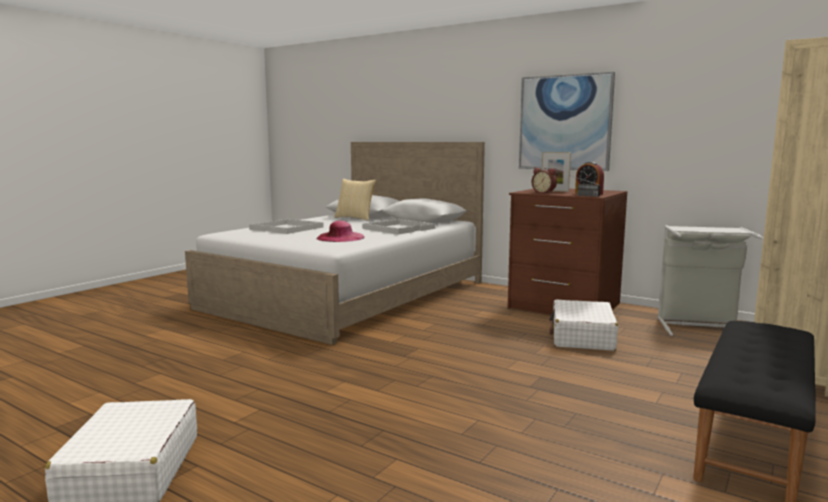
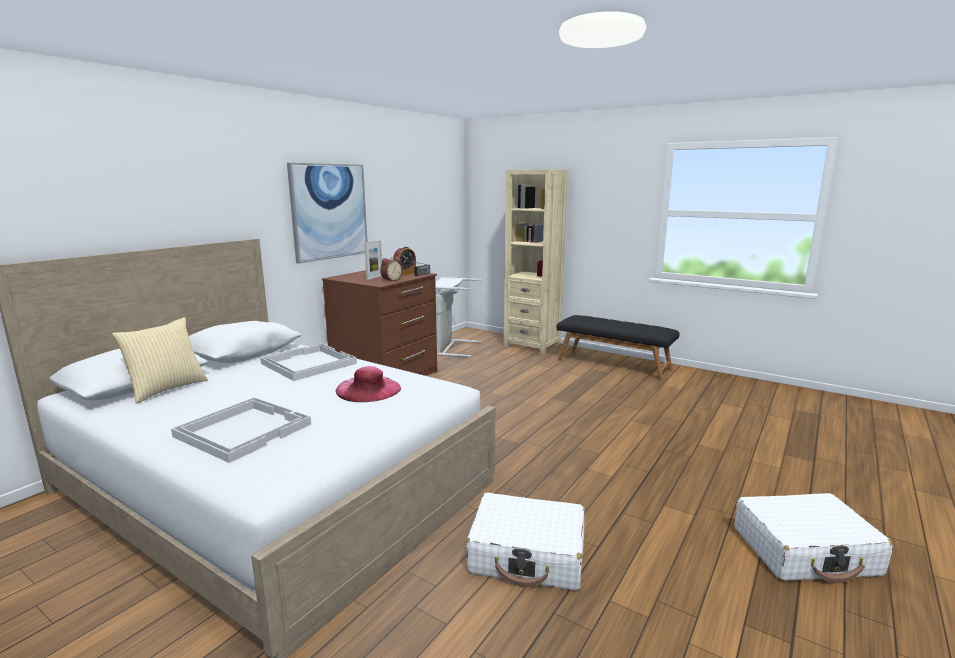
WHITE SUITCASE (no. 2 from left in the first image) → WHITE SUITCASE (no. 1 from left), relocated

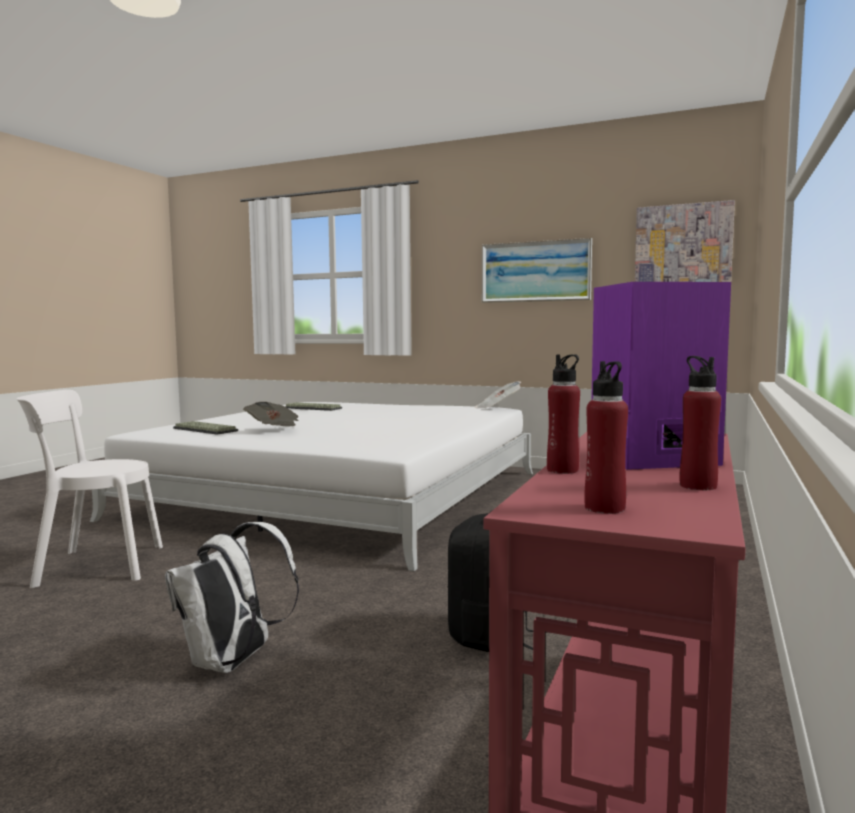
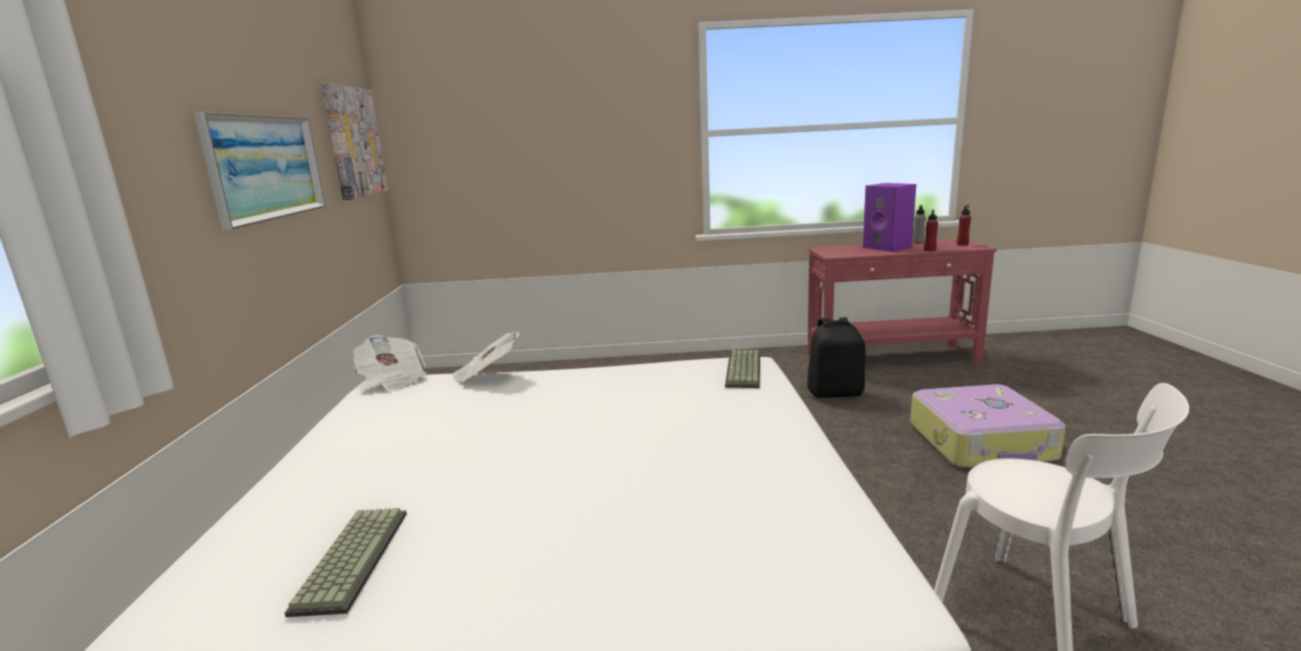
WHITE BACKPACK → SUITCASE
KEYBOARD (no. 1 from left in the first image) → KEYBOARD (no. 2 from left), relocated
NEWSPAPER (no. 1 from left in the first image) → NEWSPAPER (no. 2 from left), relocated
RED BOTTLE (no. 3 from left) → GREY BOTTLE

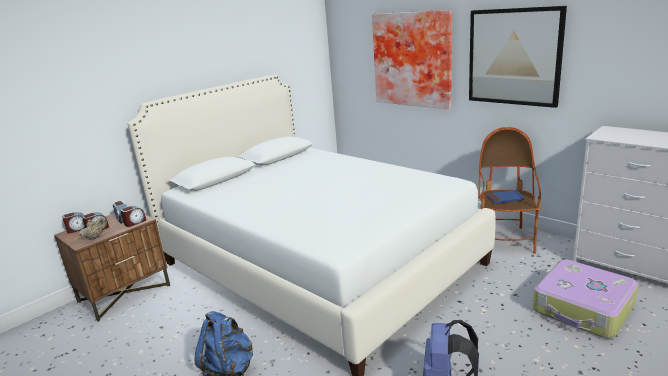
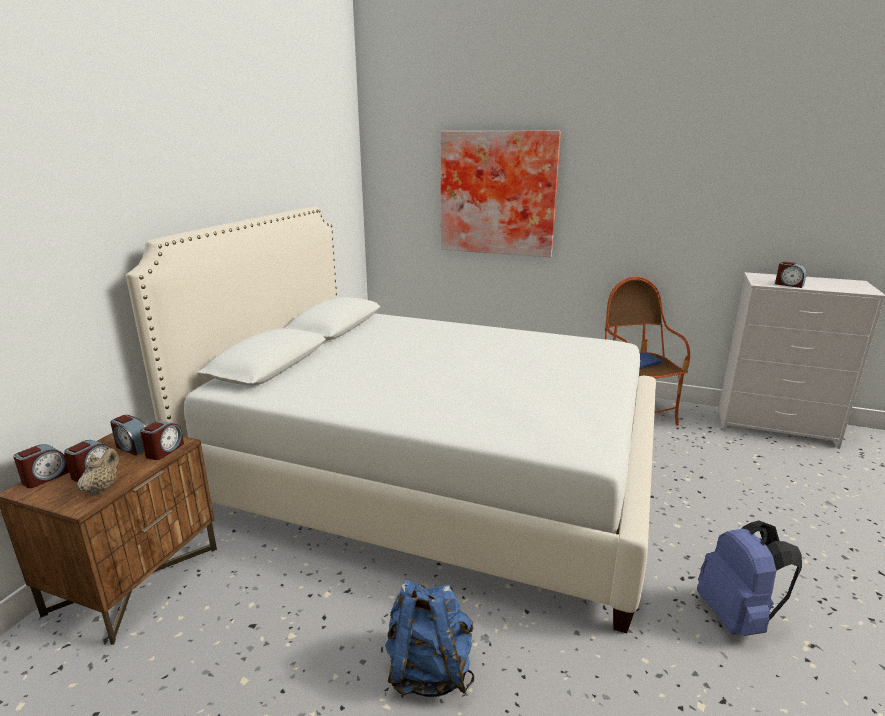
PICTURE (no. 2 from left) → -
SUITCASE → -
- → ALARM CLOCK (no. 5 from left)

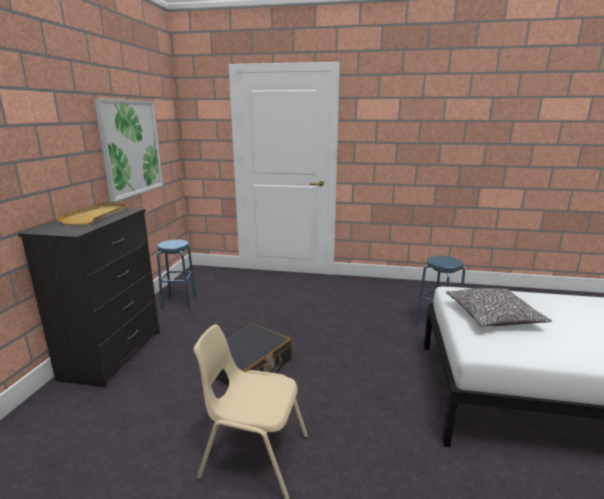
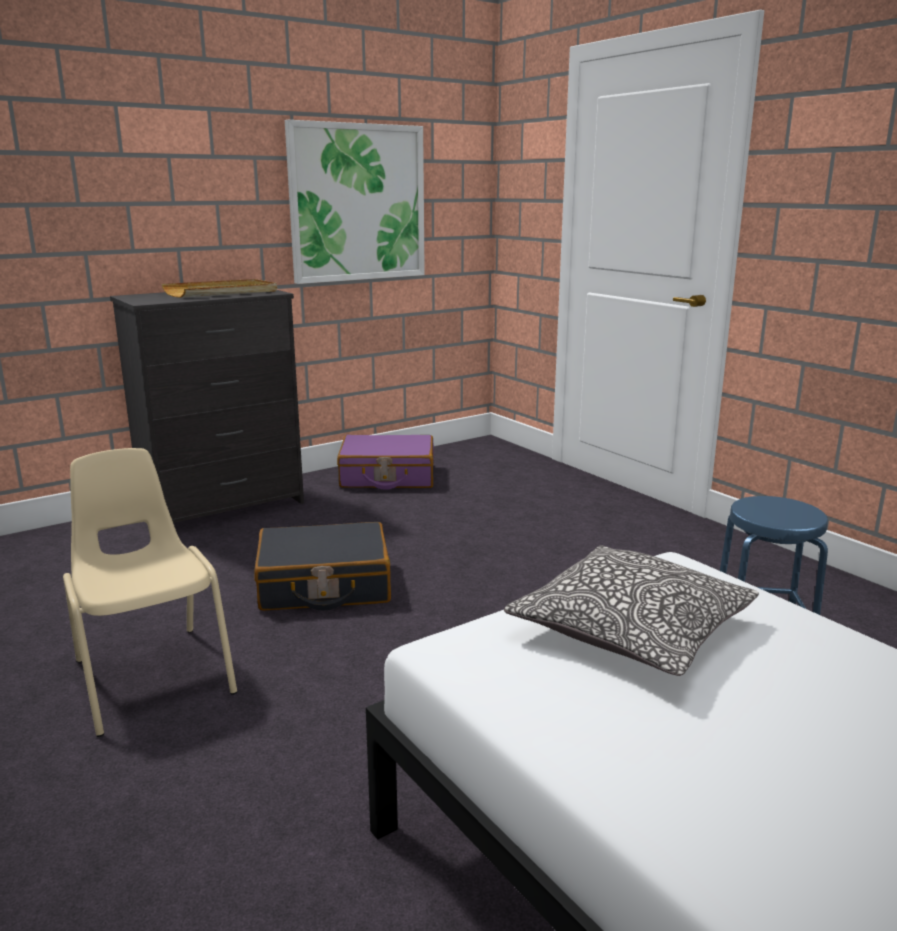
BLUE STOOL (no. 1 from left) → PURPLE SUITCASE

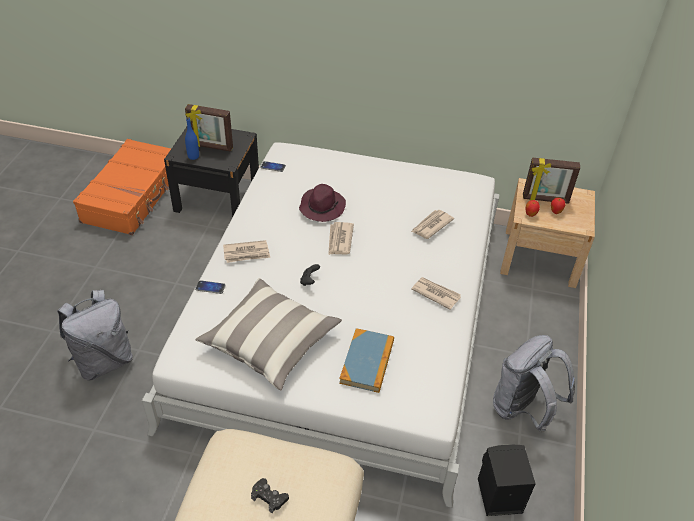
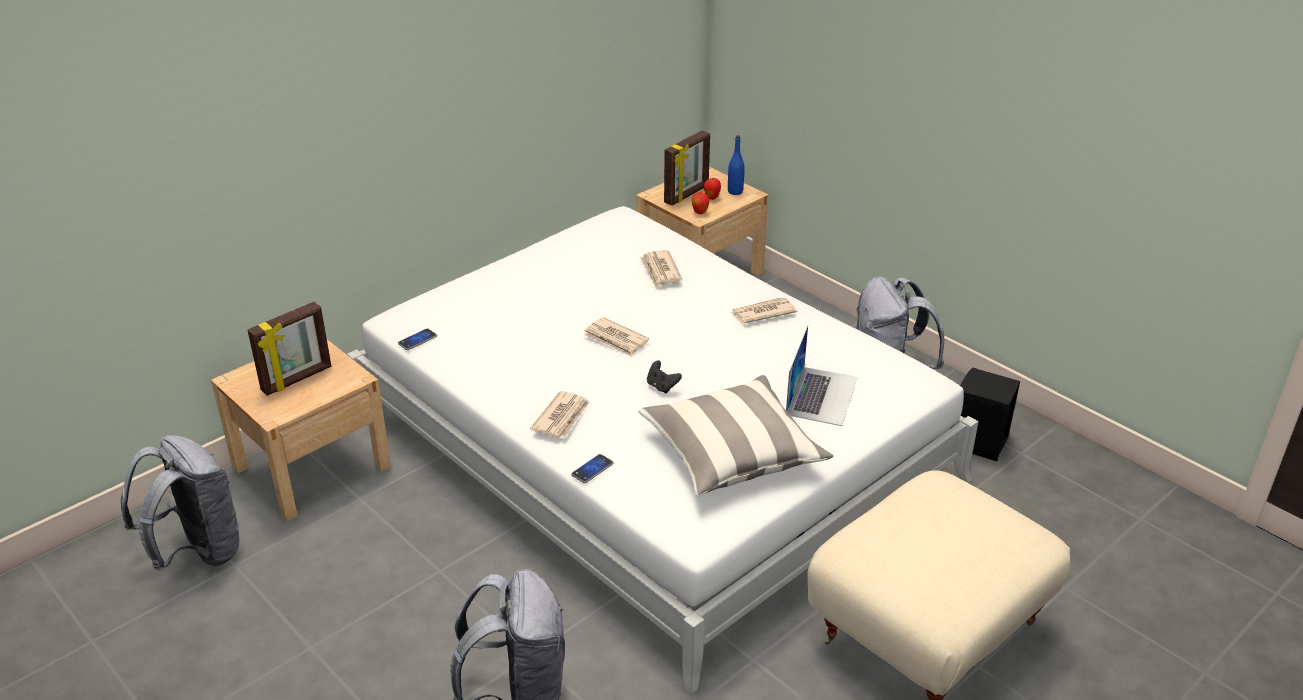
ORANGE SUITCASE → GREY BACKPACK (no. 1 from left)
BLACK NIGHTSTAND → BEIGE NIGHTSTAND (no. 1 from left)
BLUE BOTTLE, relocated
BLACK GAME CONTROLLER (no. 1 from left) → -
PURPLE HAT → -
BOOK → LAPTOP

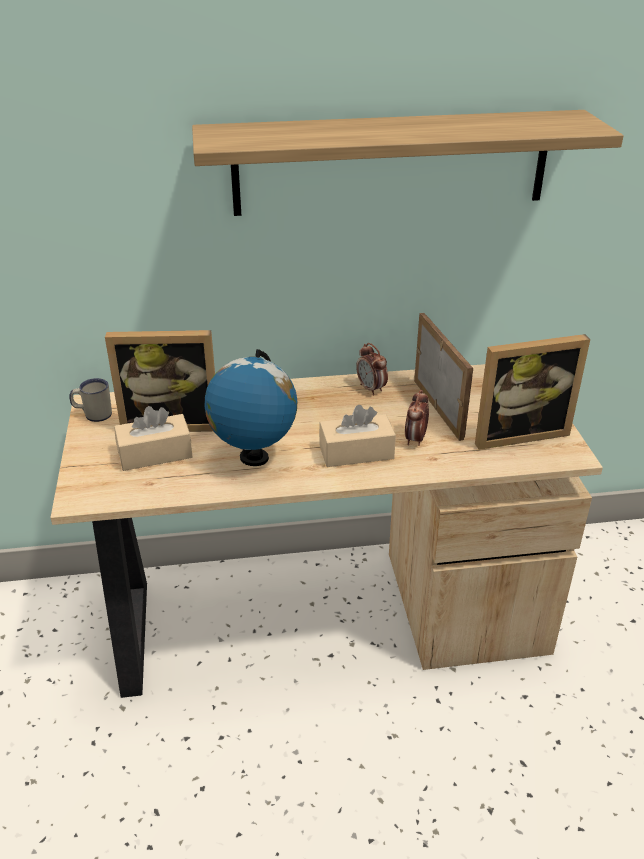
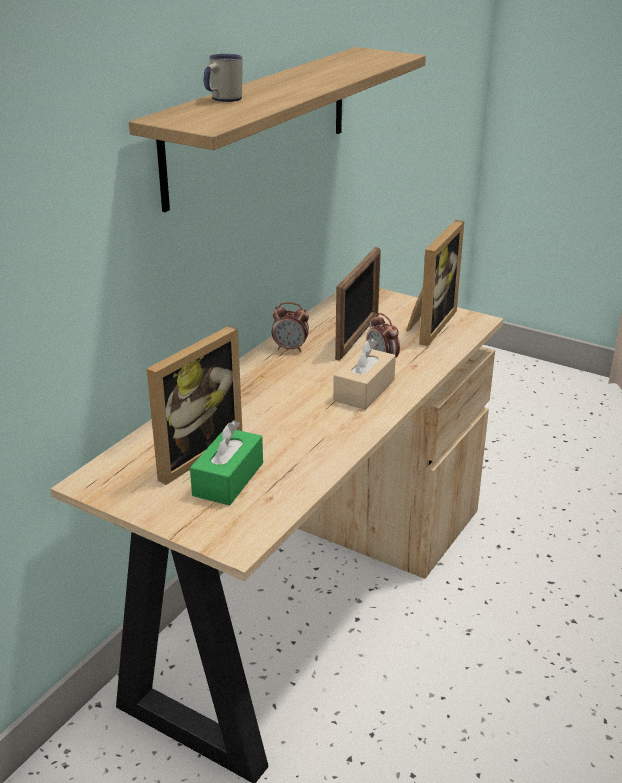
WHITE MUG, relocated
BEIGE TISSUE BOX (no. 1 from left) → GREEN TISSUE BOX
GLOBE → -
PICTURE FRAME (no. 2 from left), 90 degrees clockwise

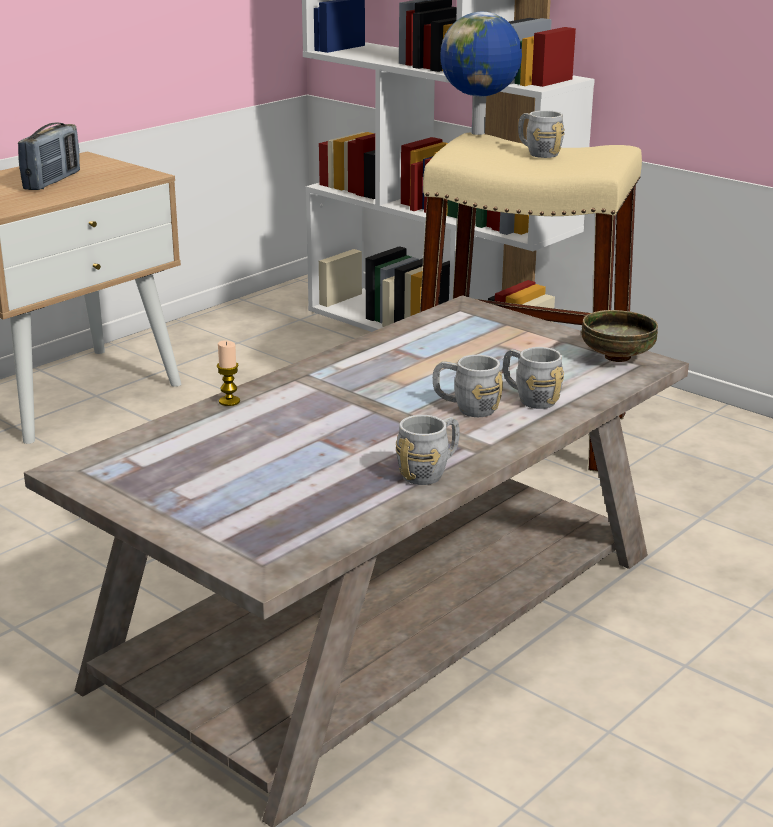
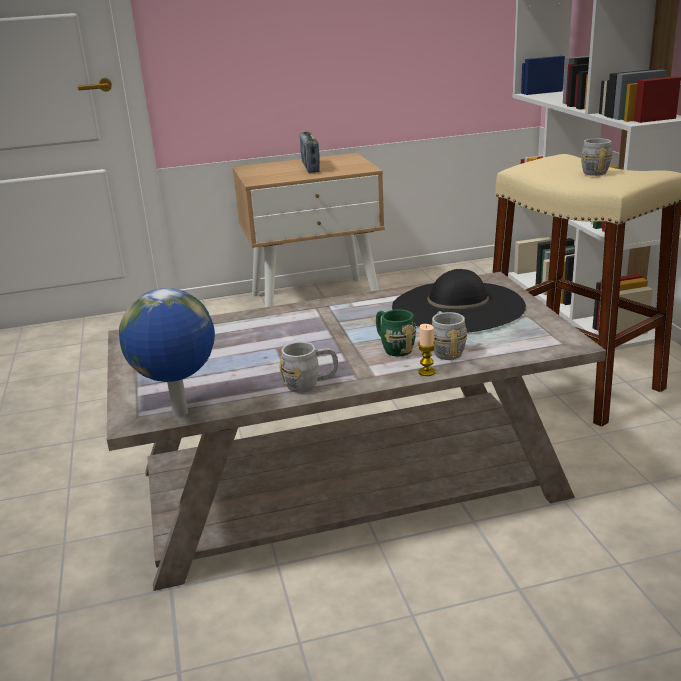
RADIO, 120 degrees clockwise
CANDLE, relocated
GREY MUG (no. 2 from left) → GREEN MUG
GLOBE, relocated
BOWL → -
- → BLACK HAT

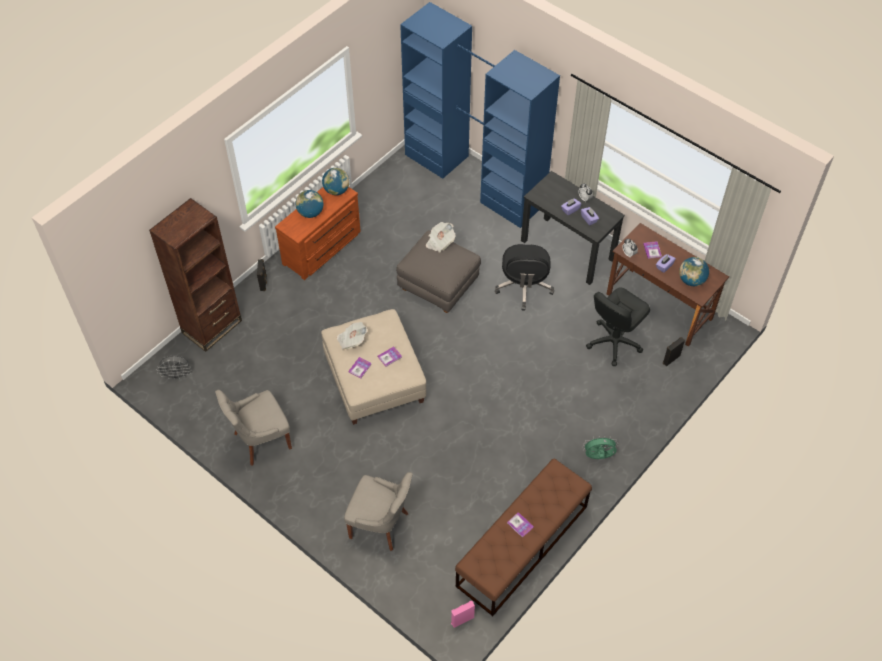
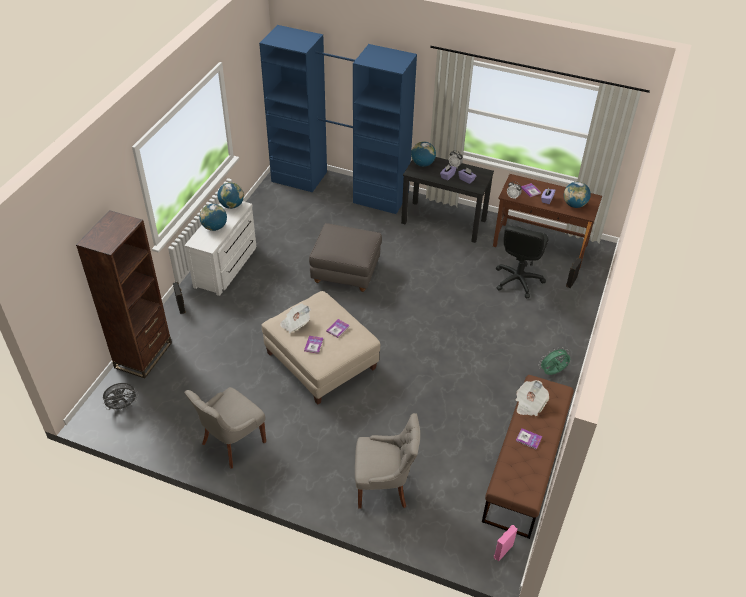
BROWN DRESSER → WHITE DRESSER
NEWSPAPER (no. 2 from left), relocated
BLACK OFFICE CHAIR (no. 1 from left) → -
- → GLOBE (no. 3 from left)

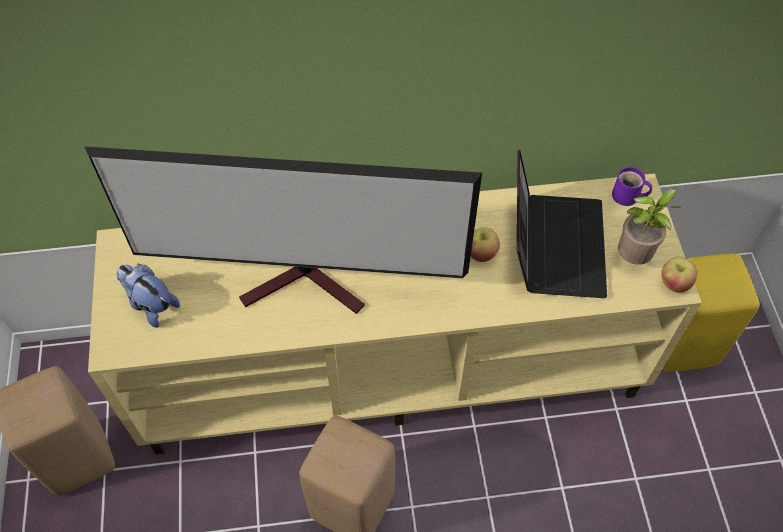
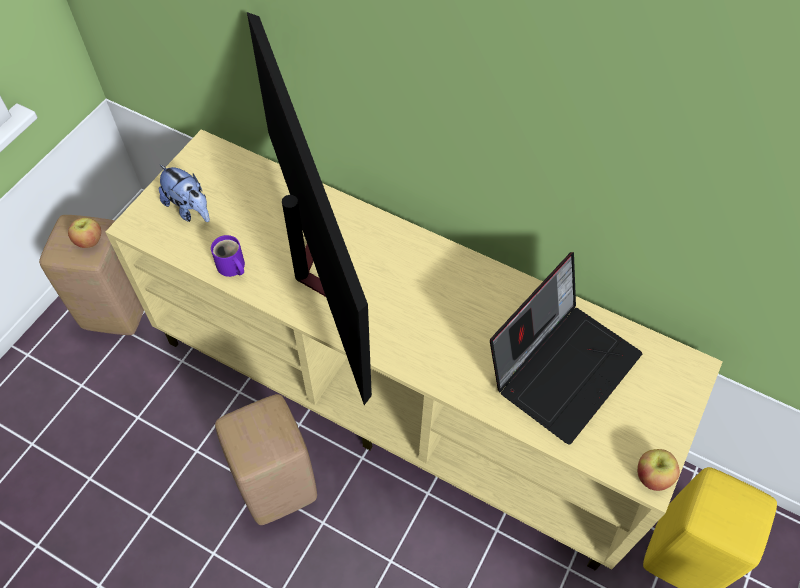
TELEVISION, 150 degrees counterclockwise
PLUSH TOY, 150 degrees clockwise
APPLE (no. 1 from left), relocated
PURPLE MUG, relocated
POTTED PLANT → -

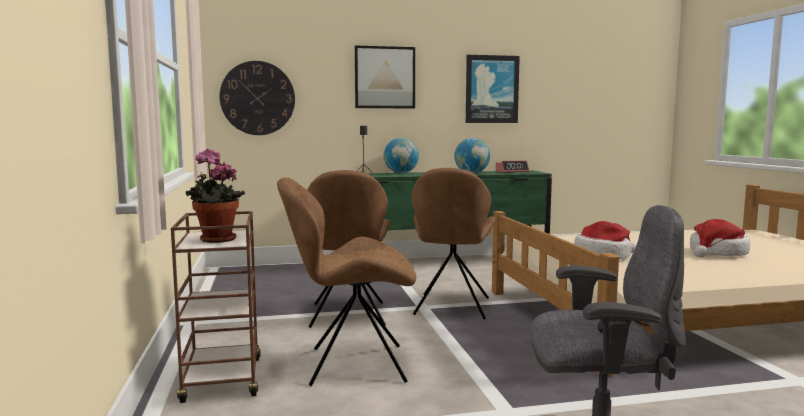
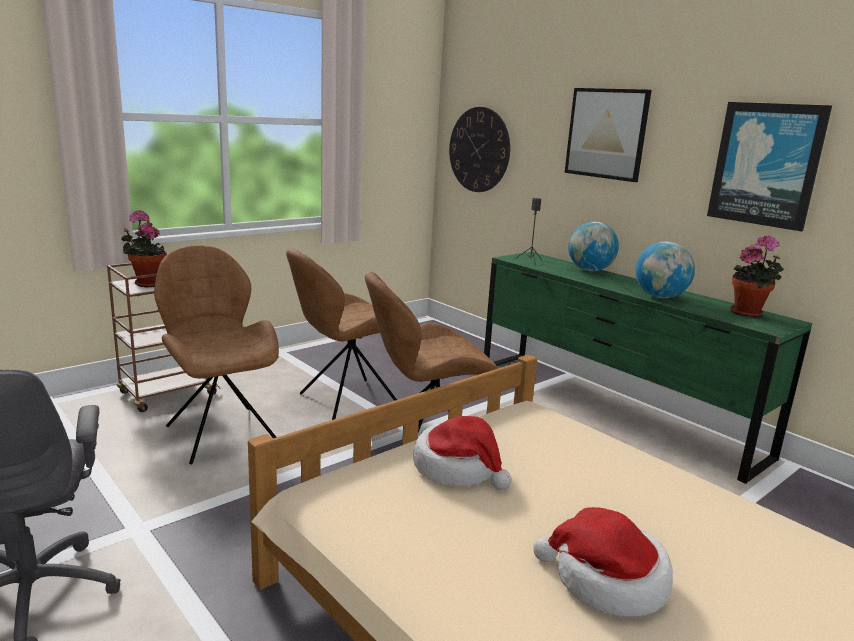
ALARM CLOCK → POTTED PLANT (no. 2 from left)

